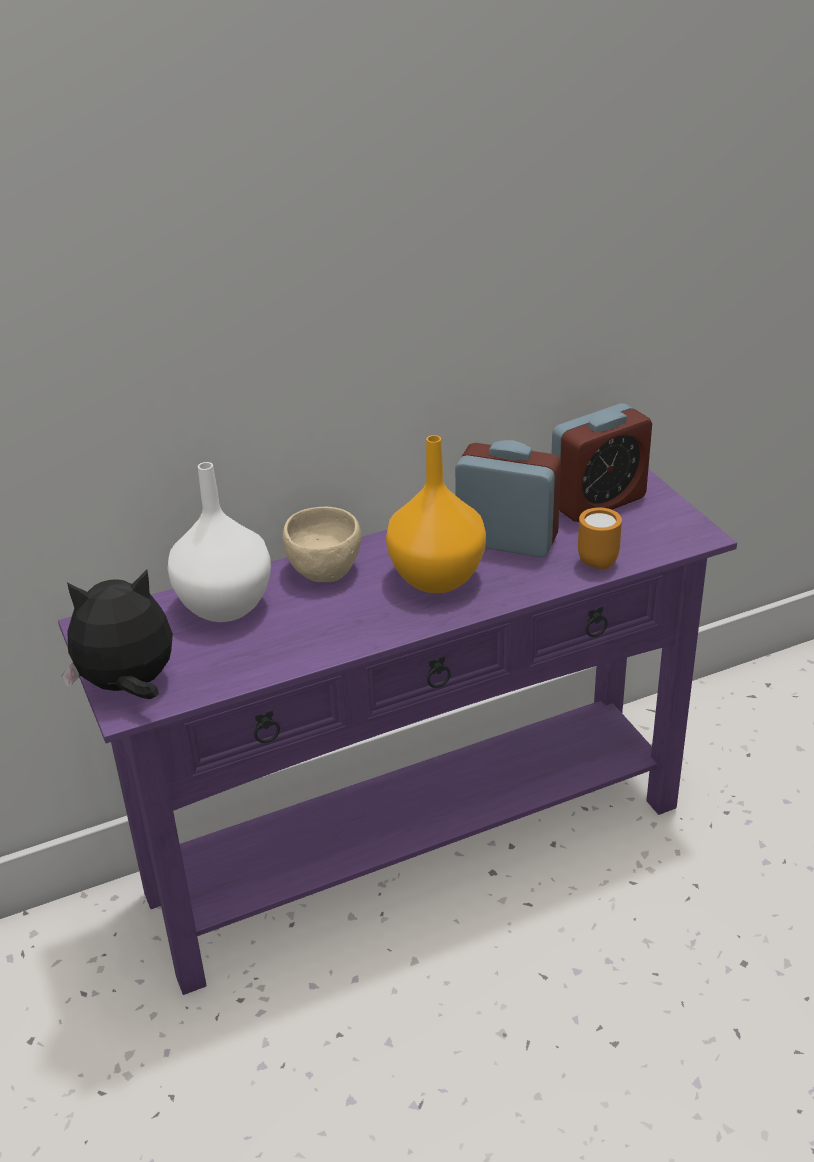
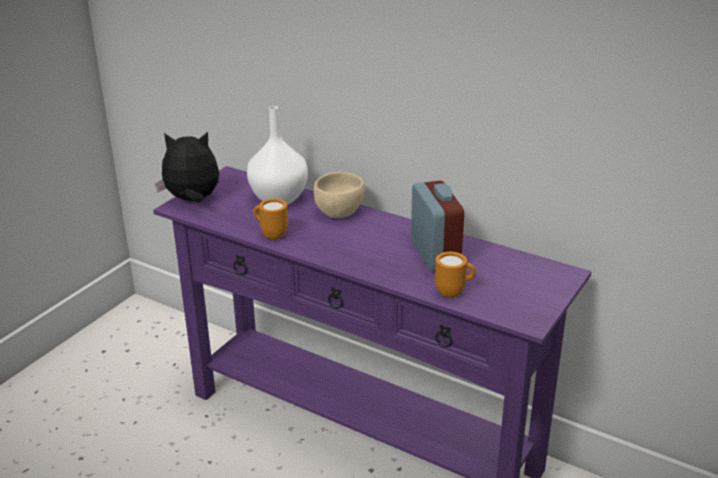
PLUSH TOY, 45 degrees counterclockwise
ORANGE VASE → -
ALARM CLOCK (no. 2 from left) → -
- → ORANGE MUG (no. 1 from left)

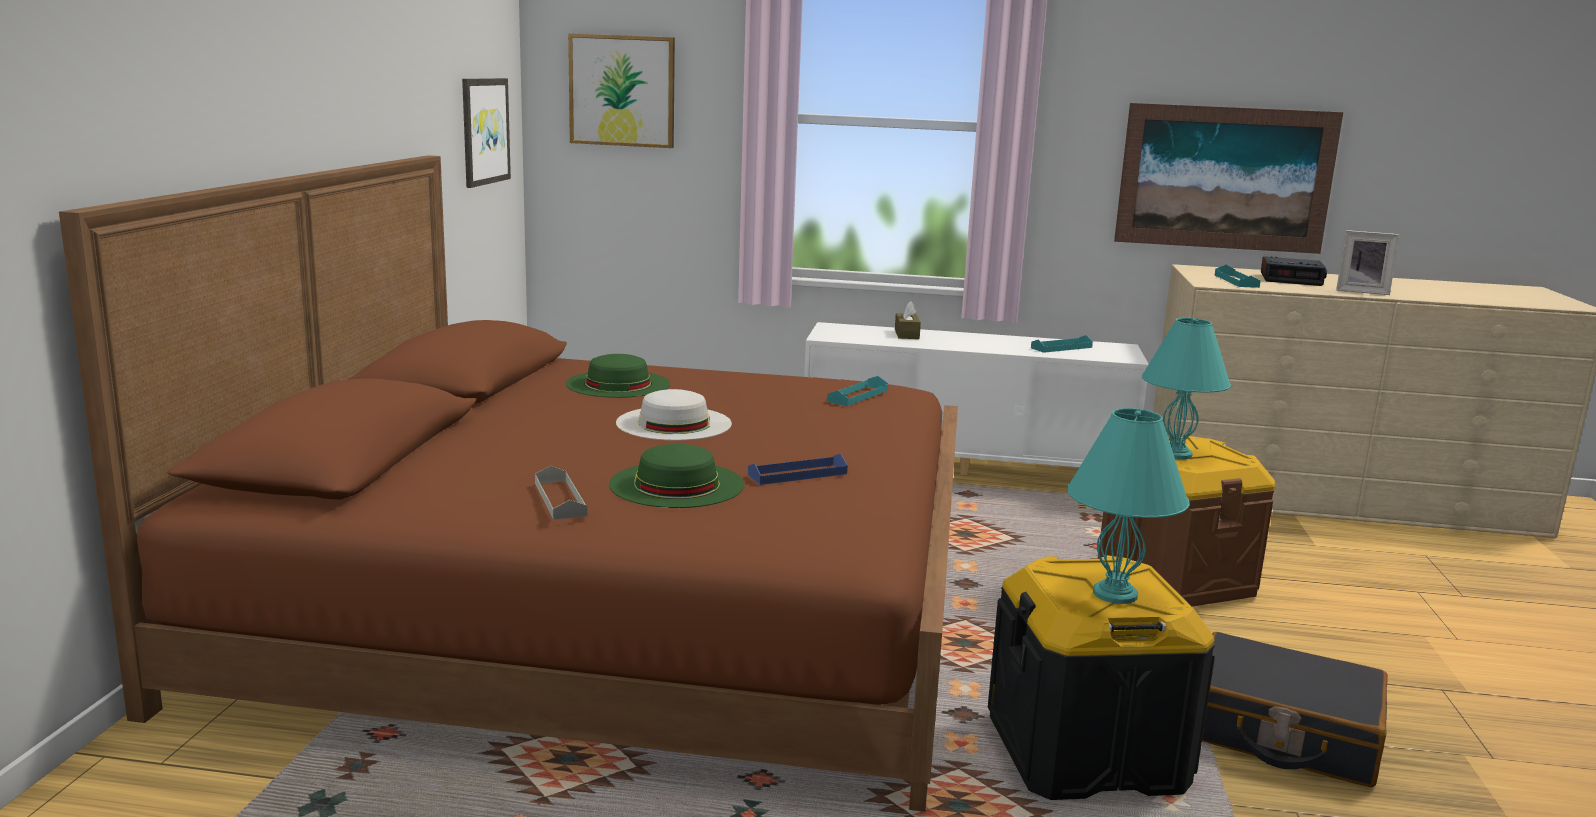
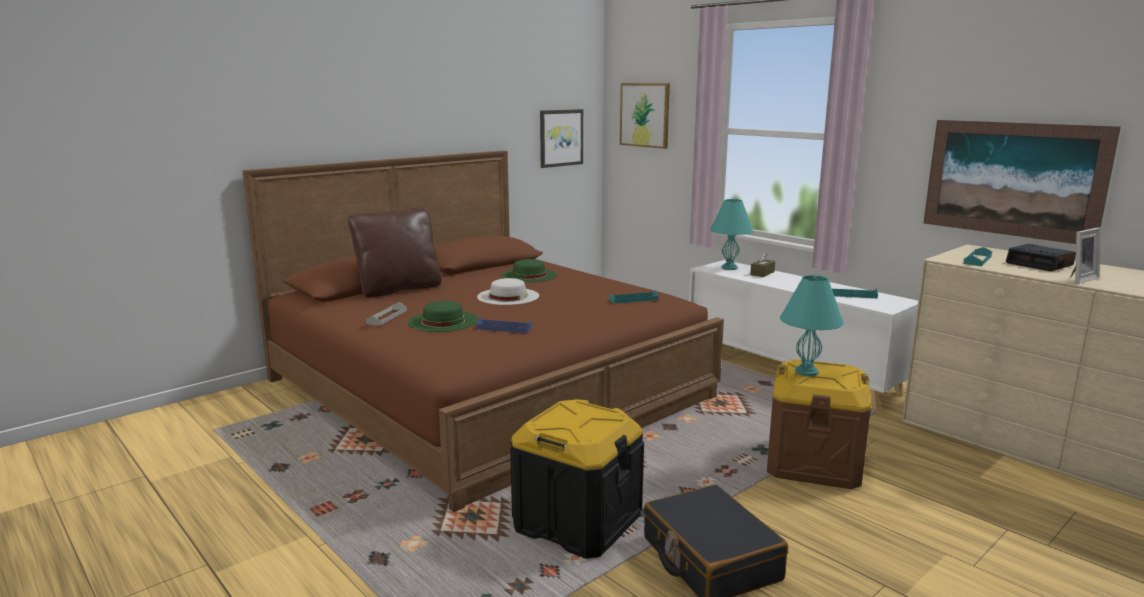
TURQUOISE TABLE LAMP (no. 1 from left), relocated
PICTURE FRAME, 90 degrees counterclockwise
- → BROWN PILLOW

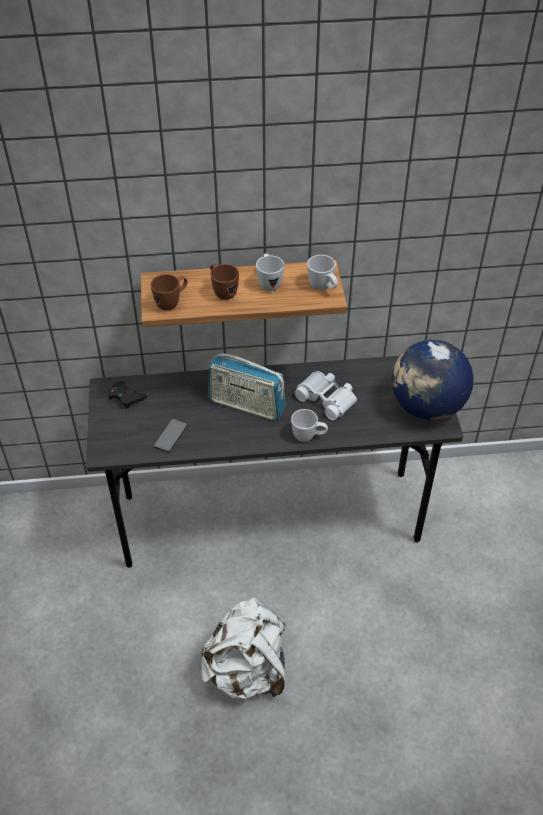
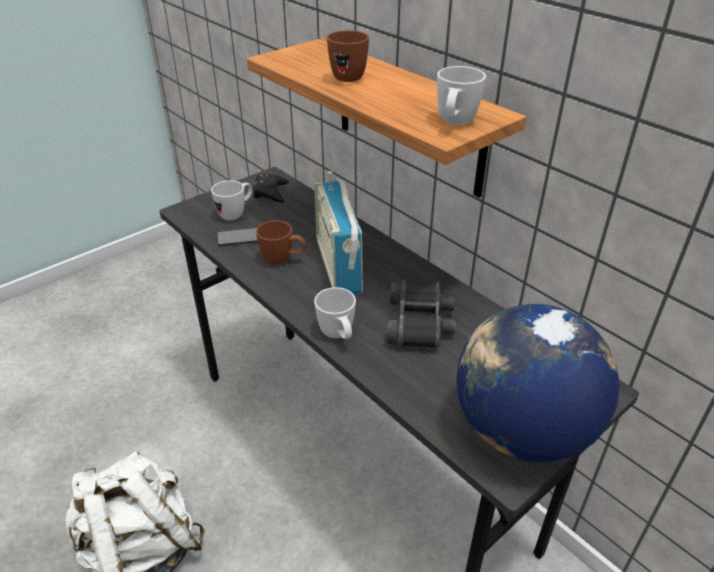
BROWN MUG (no. 1 from left), relocated
WHITE MUG (no. 1 from left), relocated
WHITE BINOCULARS → BLACK BINOCULARS

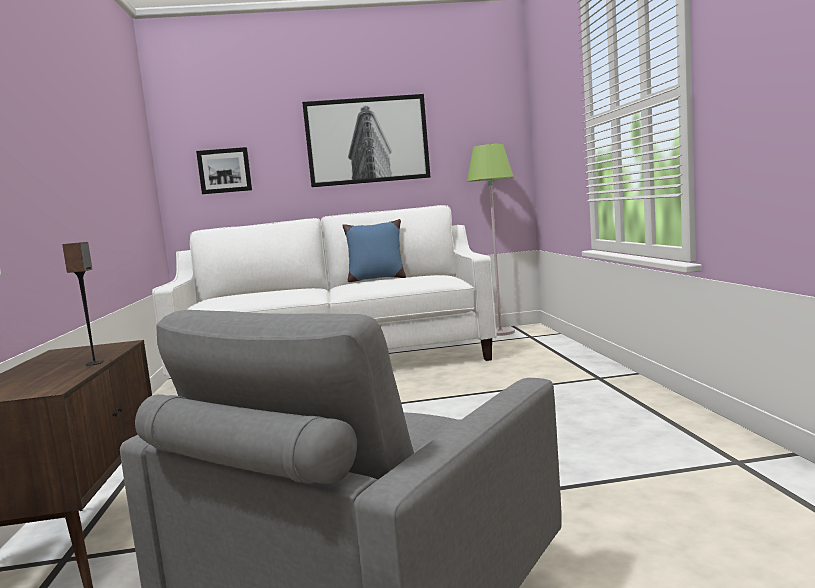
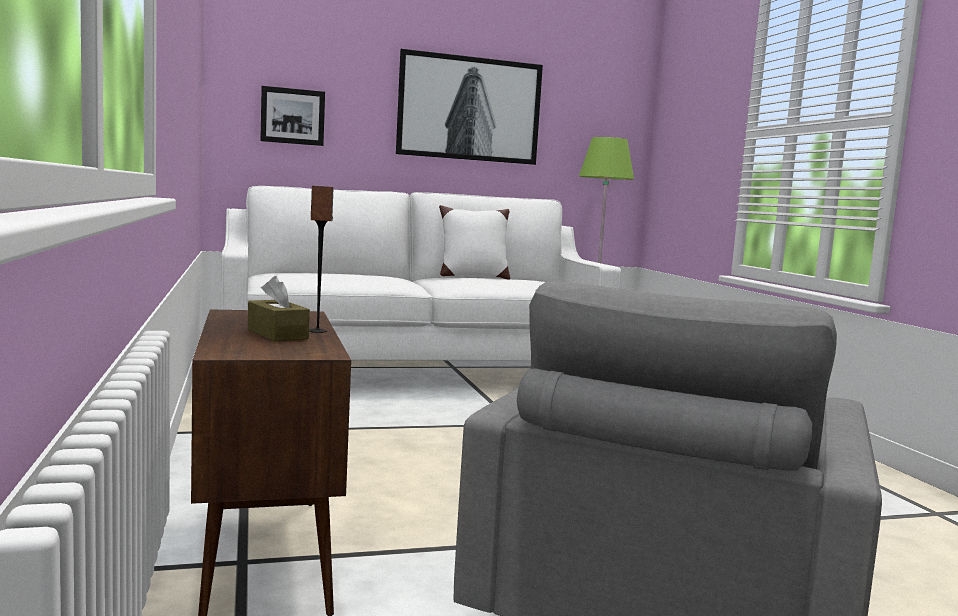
BLUE PILLOW → WHITE PILLOW
- → BROWN TISSUE BOX

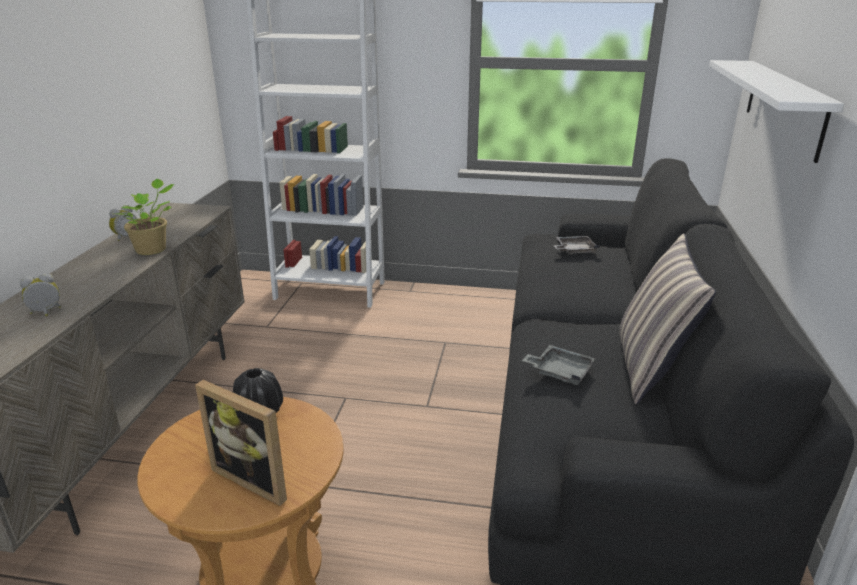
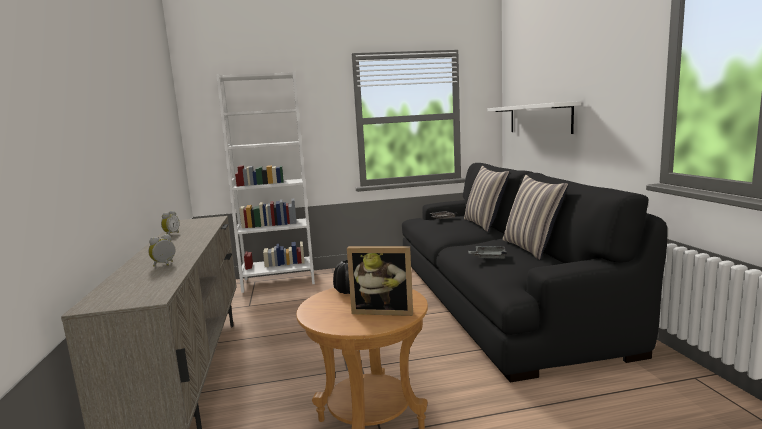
POTTED PLANT → -
- → PILLOW (no. 1 from left)

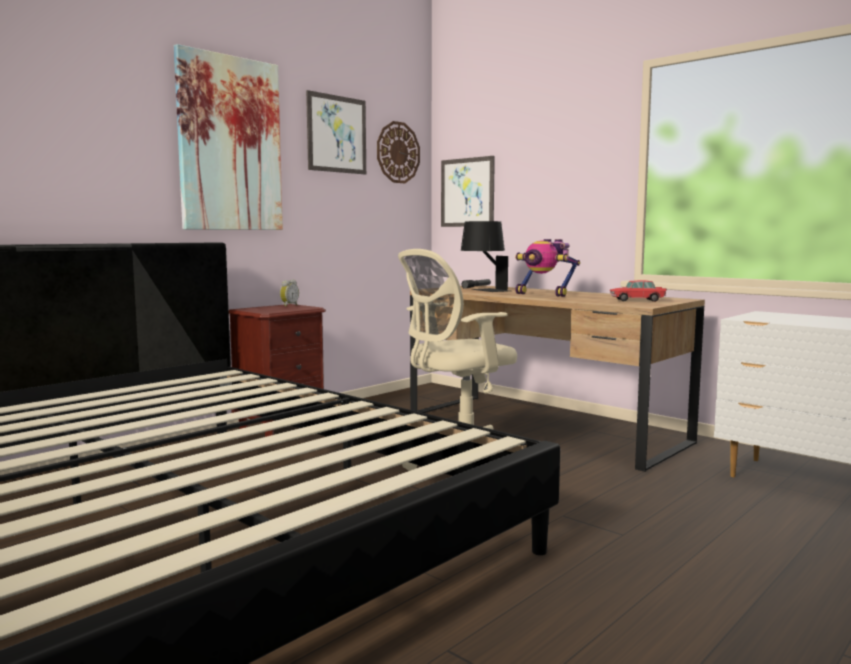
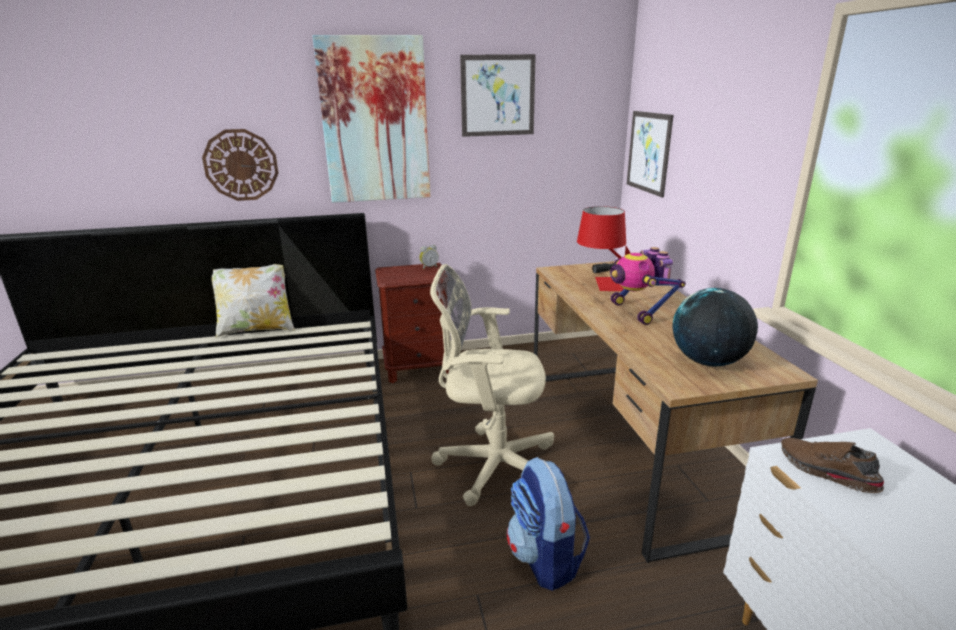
WALL CLOCK, relocated
BLACK TABLE LAMP → RED TABLE LAMP
TOY CAR → GLOBE
- → PILLOW
- → BACKPACK
- → BROWN SHOE

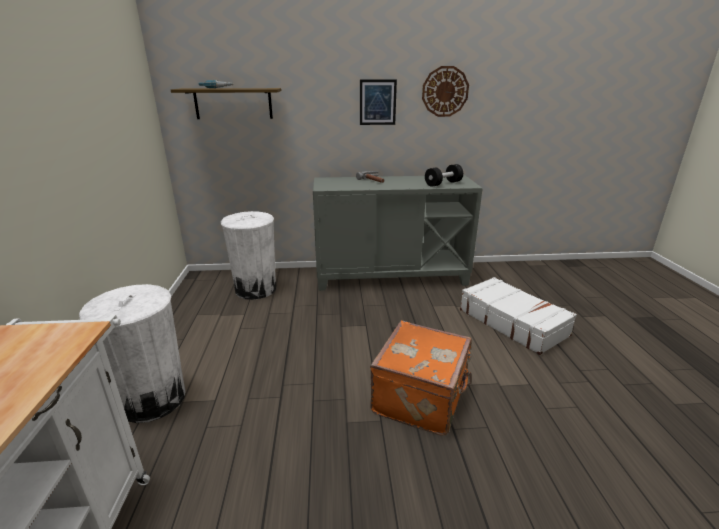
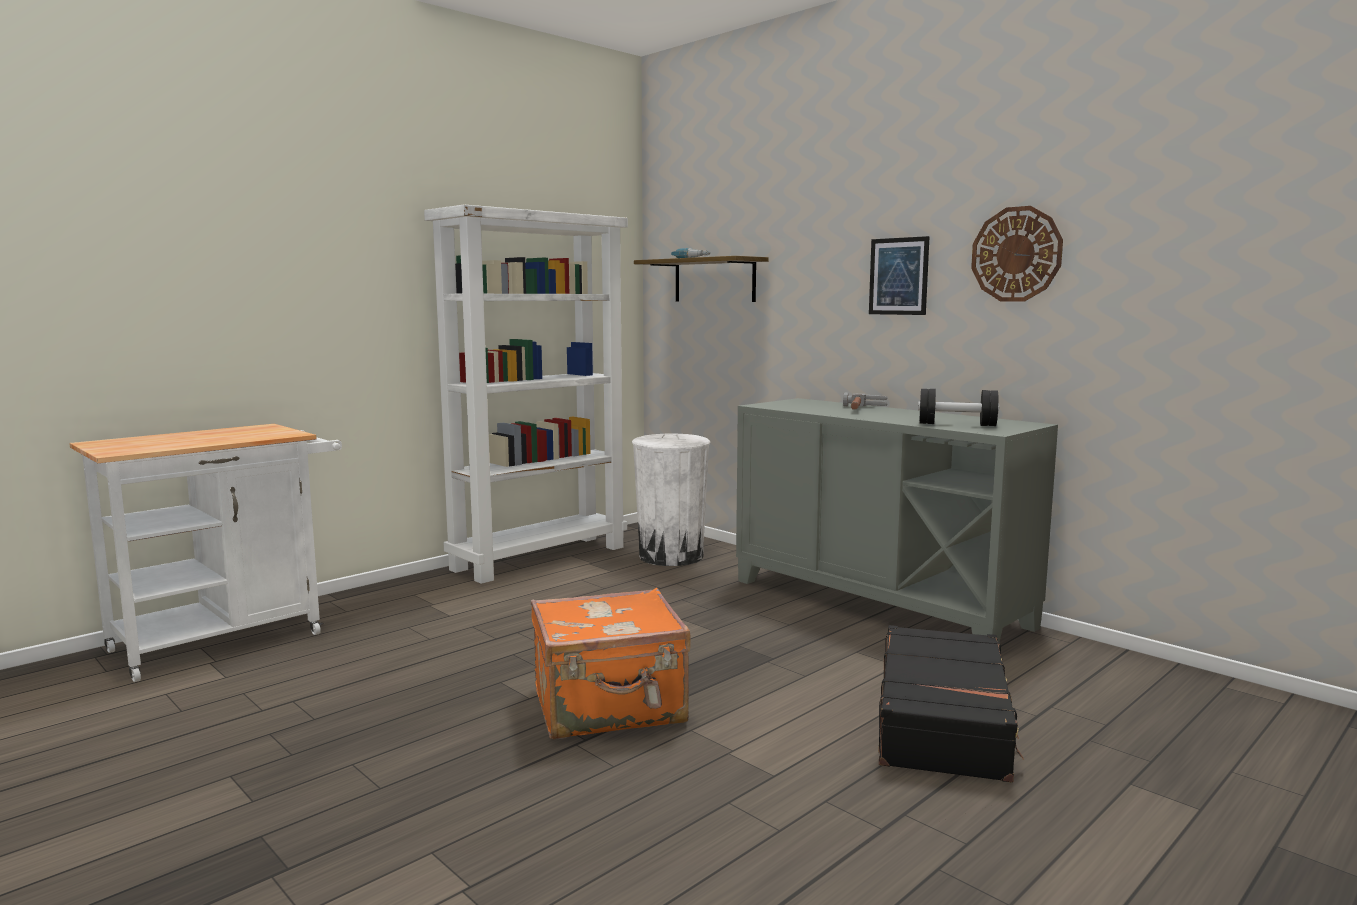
WHITE TRASH CAN (no. 1 from left) → -
WHITE SUITCASE → BLACK SUITCASE
- → WHITE BOOKCASE

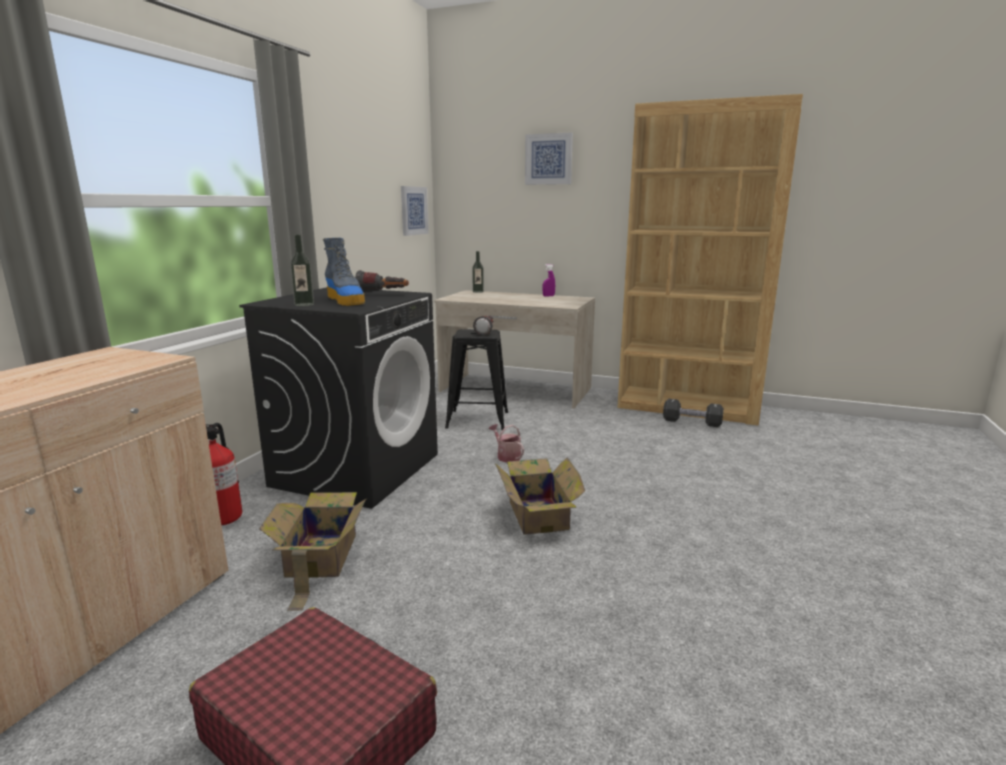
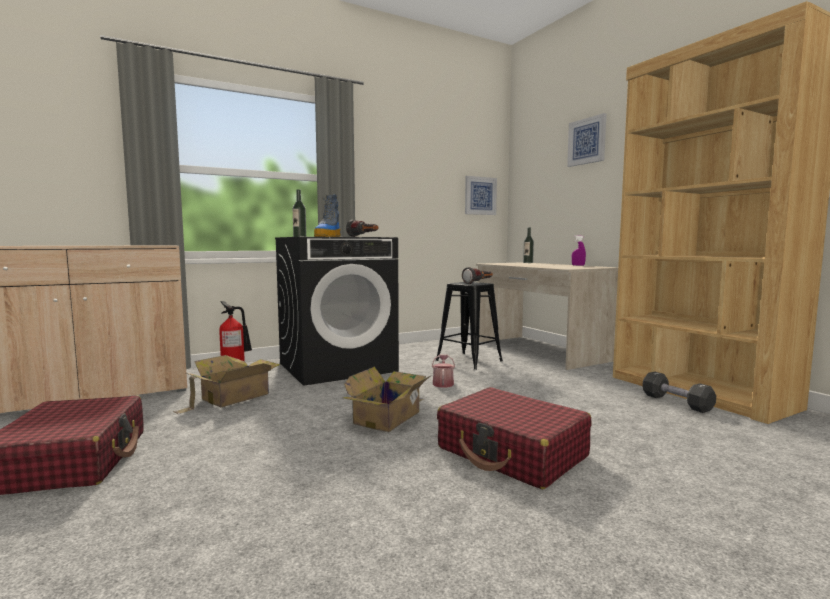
- → RED SUITCASE (no. 2 from left)

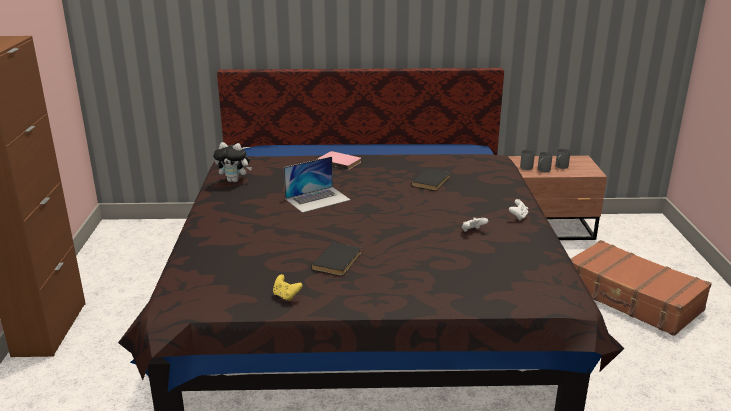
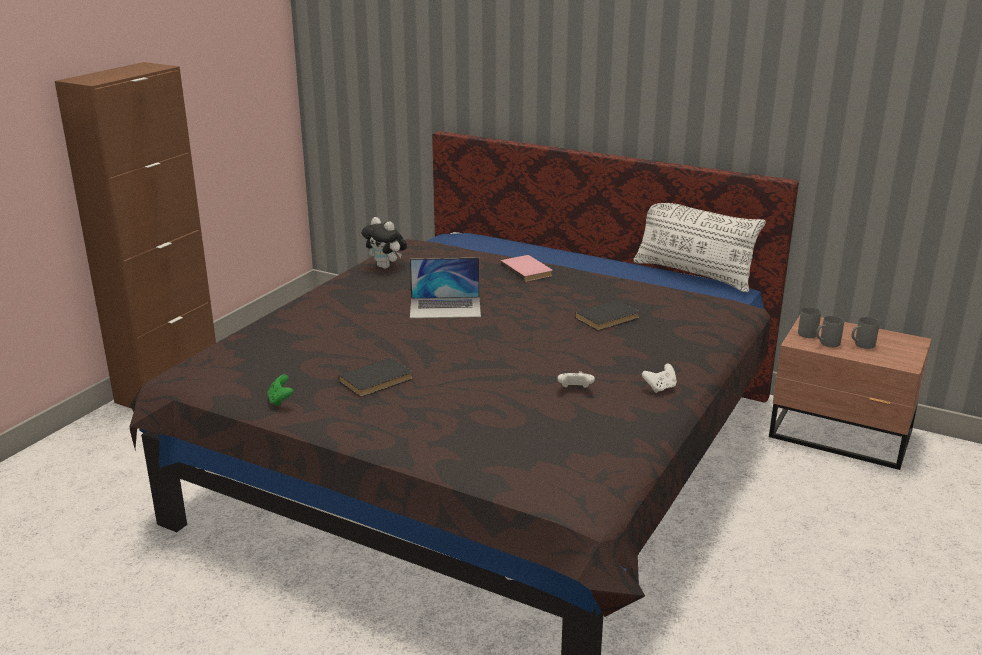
YELLOW GAME CONTROLLER → GREEN GAME CONTROLLER
BROWN SUITCASE → -
- → WHITE PILLOW

